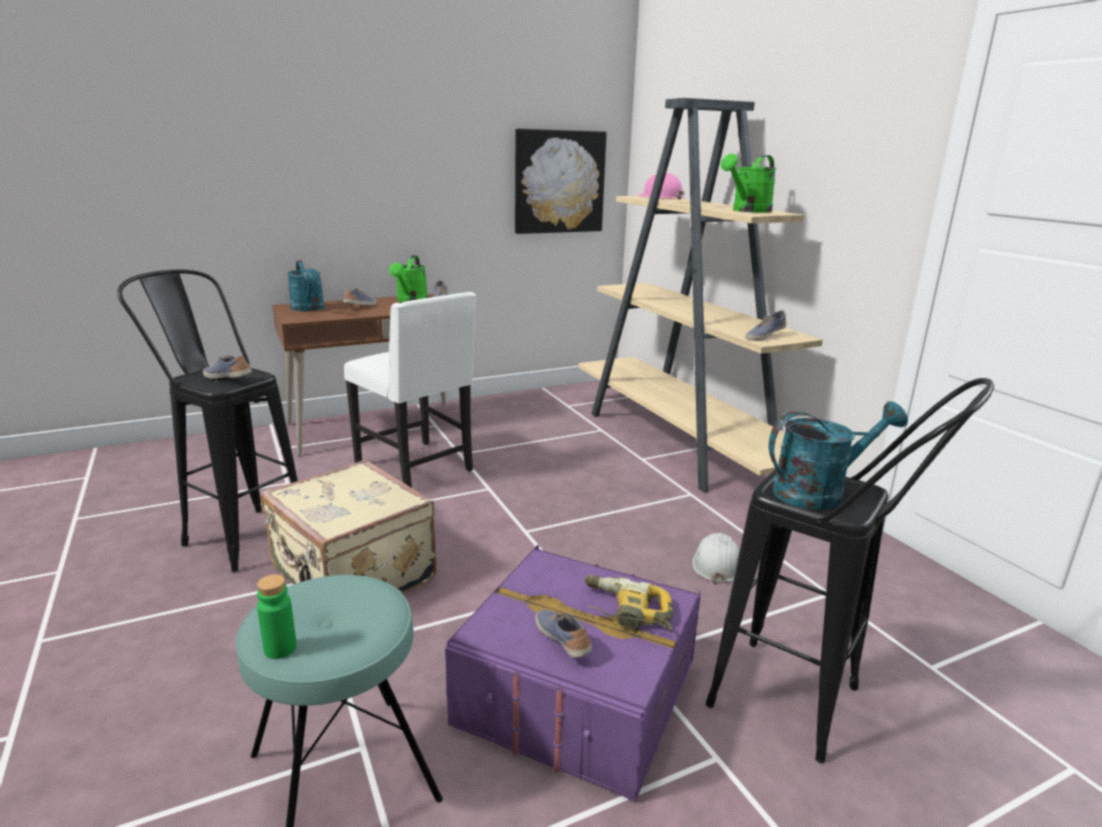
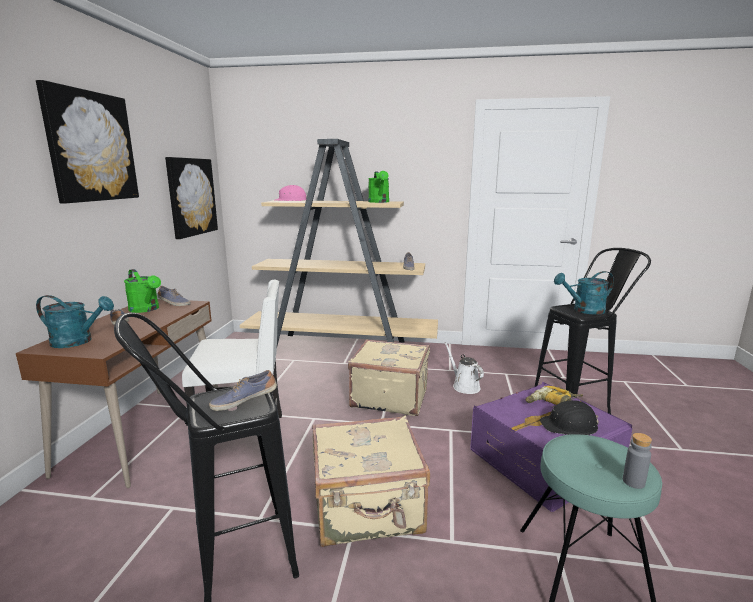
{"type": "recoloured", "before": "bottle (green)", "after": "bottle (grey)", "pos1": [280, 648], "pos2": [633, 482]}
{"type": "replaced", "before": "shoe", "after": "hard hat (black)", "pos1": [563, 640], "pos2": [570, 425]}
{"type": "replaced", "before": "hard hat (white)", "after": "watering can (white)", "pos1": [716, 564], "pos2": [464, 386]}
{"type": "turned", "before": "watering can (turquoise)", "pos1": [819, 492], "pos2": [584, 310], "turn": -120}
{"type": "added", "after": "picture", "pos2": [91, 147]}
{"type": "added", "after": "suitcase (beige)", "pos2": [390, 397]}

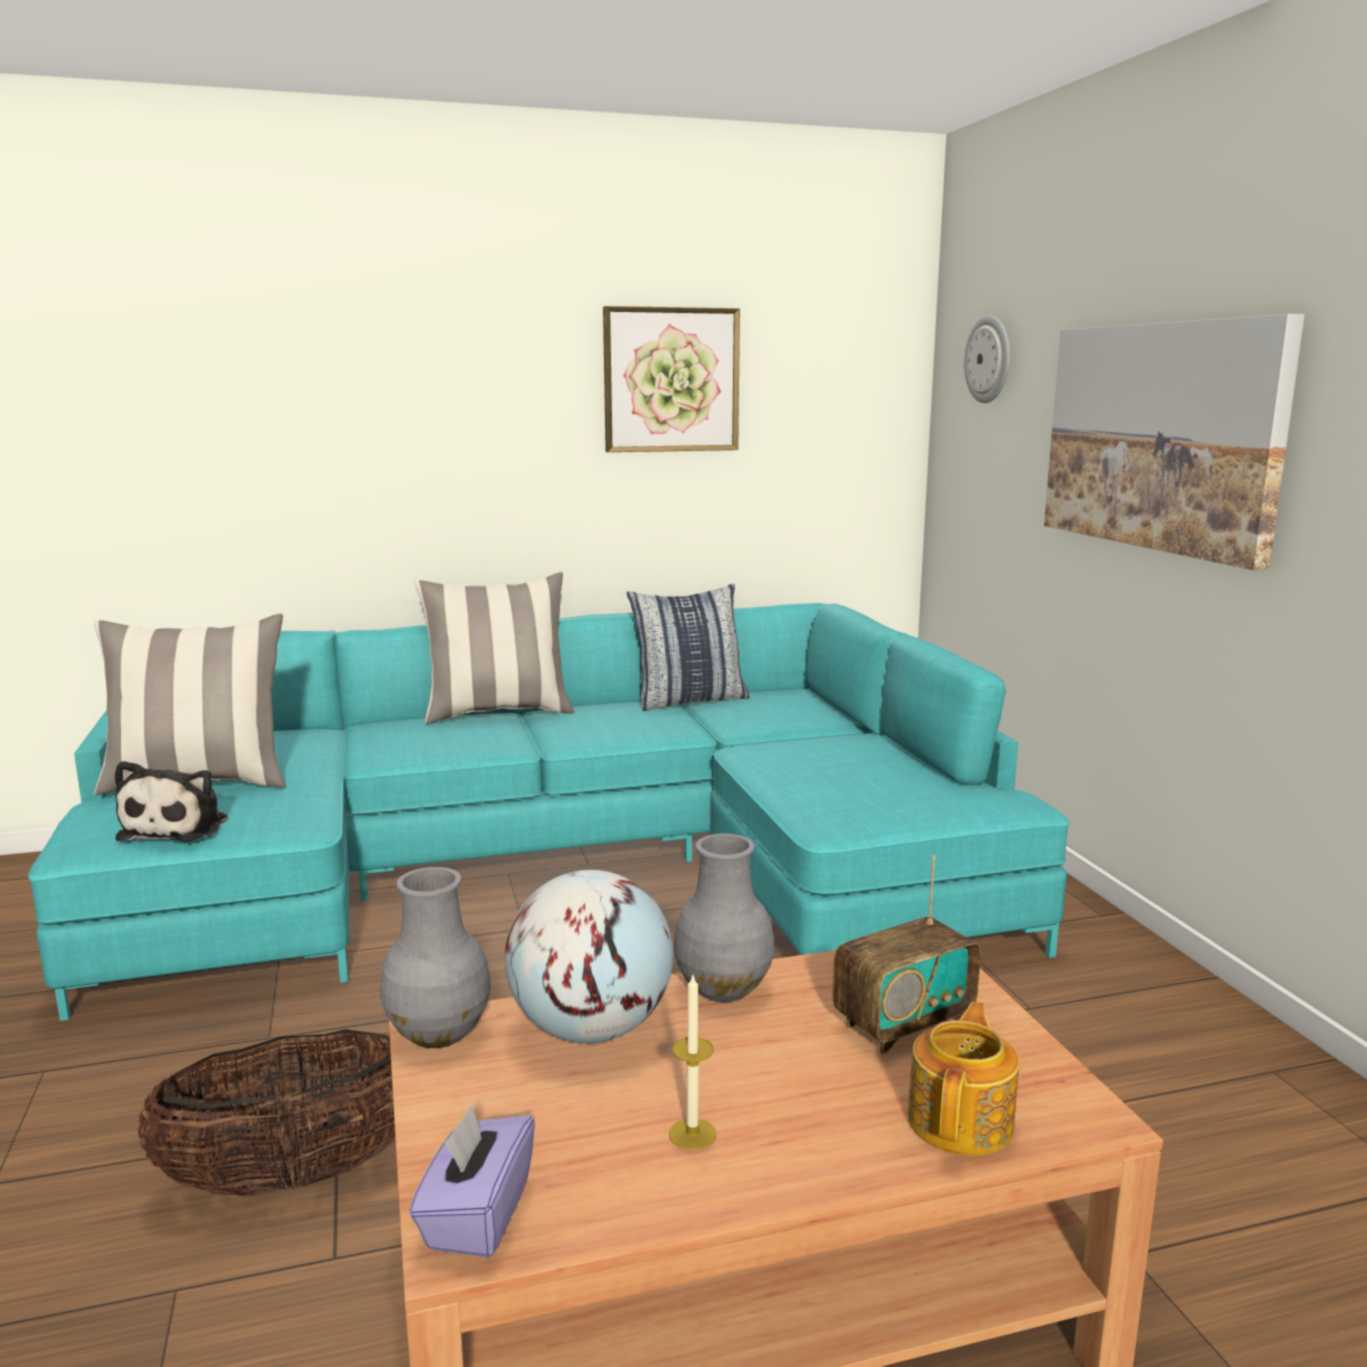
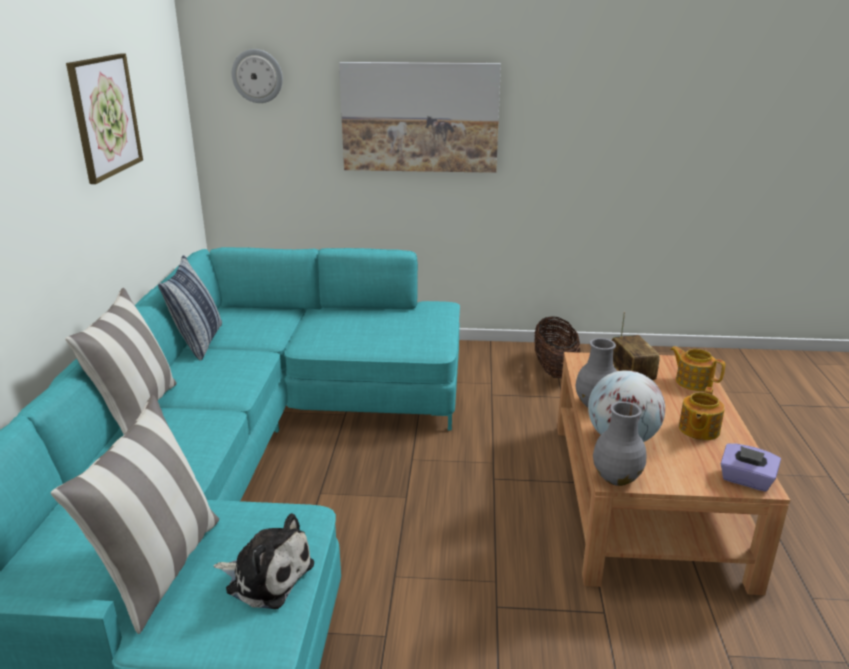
{"type": "moved", "before": "basket", "pos1": [294, 1175], "pos2": [554, 369]}
{"type": "replaced", "before": "candle", "after": "teapot", "pos1": [692, 1134], "pos2": [698, 430]}

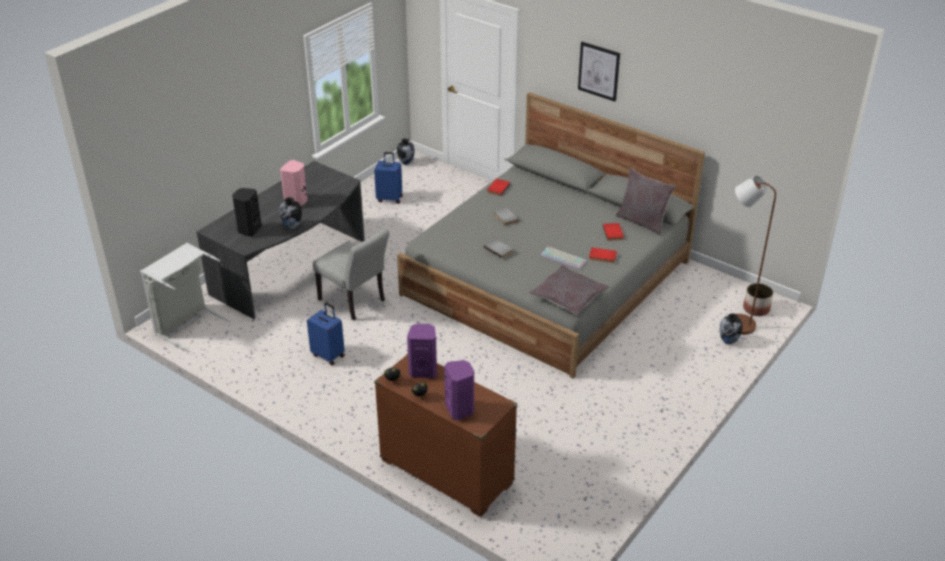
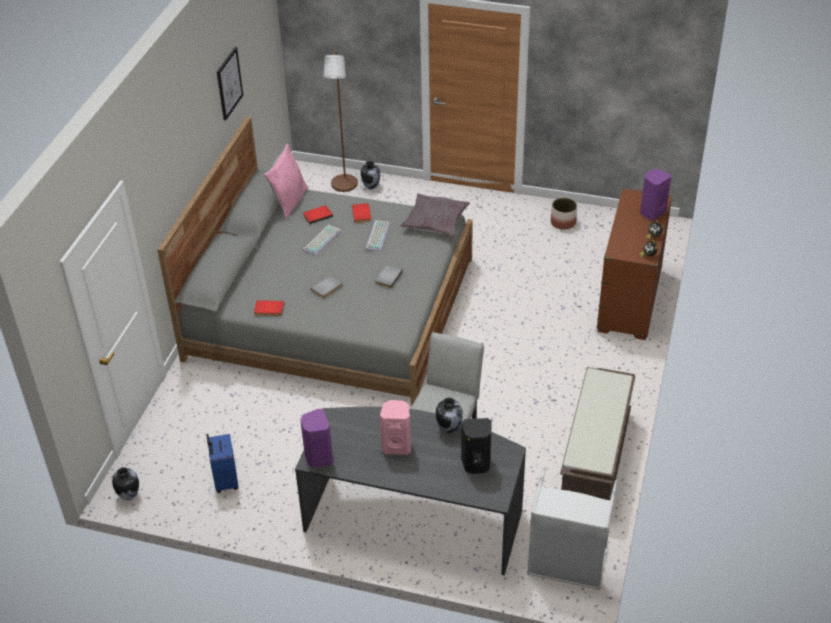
{"type": "removed", "before": "suitcase (blue)", "pos1": [328, 355]}
{"type": "moved", "before": "speaker (purple)", "pos1": [423, 370], "pos2": [318, 457]}
{"type": "moved", "before": "picture", "pos1": [599, 71], "pos2": [229, 83]}
{"type": "recoloured", "before": "pillow (grey)", "after": "pillow (pink)", "pos1": [642, 222], "pos2": [289, 202]}
{"type": "moved", "before": "planter", "pos1": [756, 309], "pos2": [563, 222]}
{"type": "added", "after": "keyboard", "pos2": [321, 240]}
{"type": "added", "after": "bench (brown)", "pos2": [595, 461]}

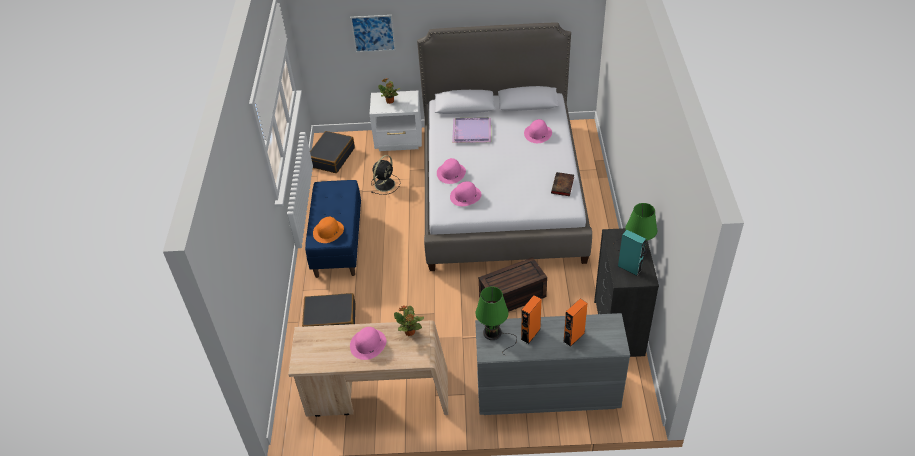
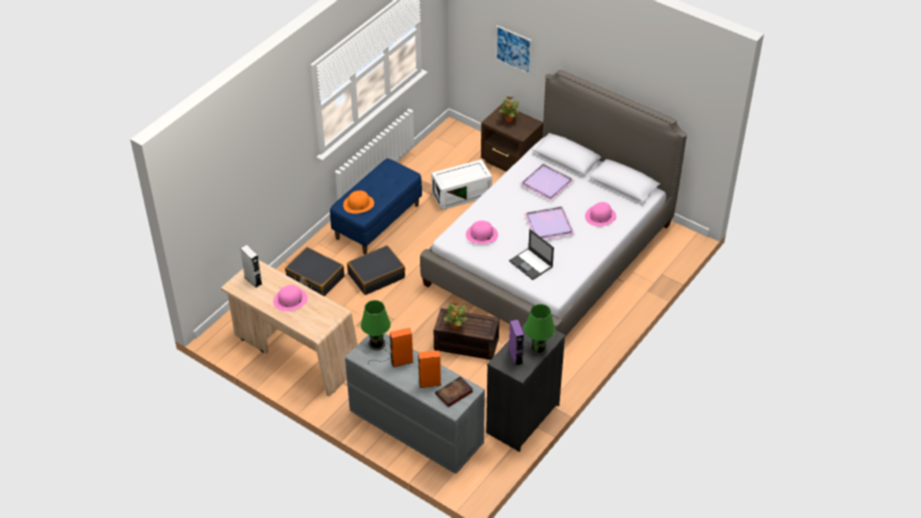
{"type": "moved", "before": "suitcase (black)", "pos1": [331, 157], "pos2": [376, 275]}
{"type": "recoloured", "before": "nightstand (white)", "after": "nightstand (brown)", "pos1": [399, 141], "pos2": [511, 162]}
{"type": "replaced", "before": "fan (black)", "after": "storage box (white)", "pos1": [385, 184], "pos2": [462, 193]}
{"type": "moved", "before": "potted plant", "pos1": [410, 332], "pos2": [455, 326]}
{"type": "removed", "before": "hat (pink)", "pos1": [451, 173]}
{"type": "moved", "before": "book", "pos1": [562, 186], "pos2": [453, 394]}
{"type": "recoloured", "before": "speaker (turquoise)", "after": "speaker (purple)", "pos1": [629, 268], "pos2": [515, 357]}
{"type": "added", "after": "speaker (grey)", "pos2": [253, 280]}
{"type": "added", "after": "laptop", "pos2": [531, 264]}
{"type": "added", "after": "tray (purple)", "pos2": [549, 224]}

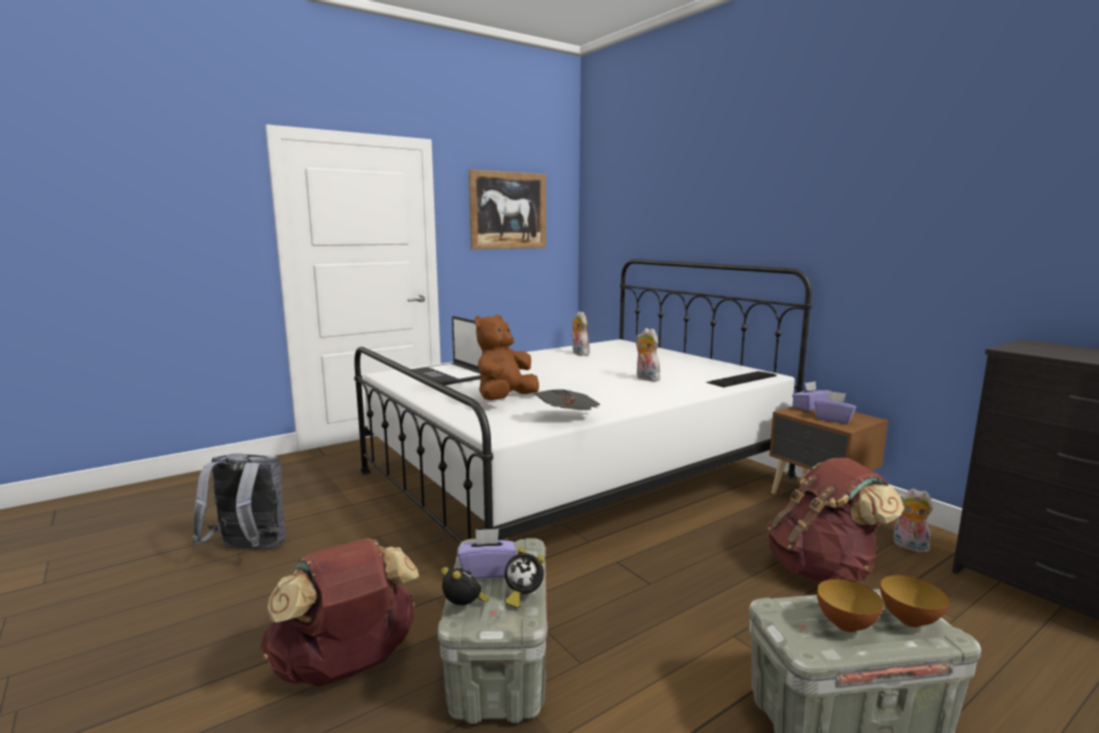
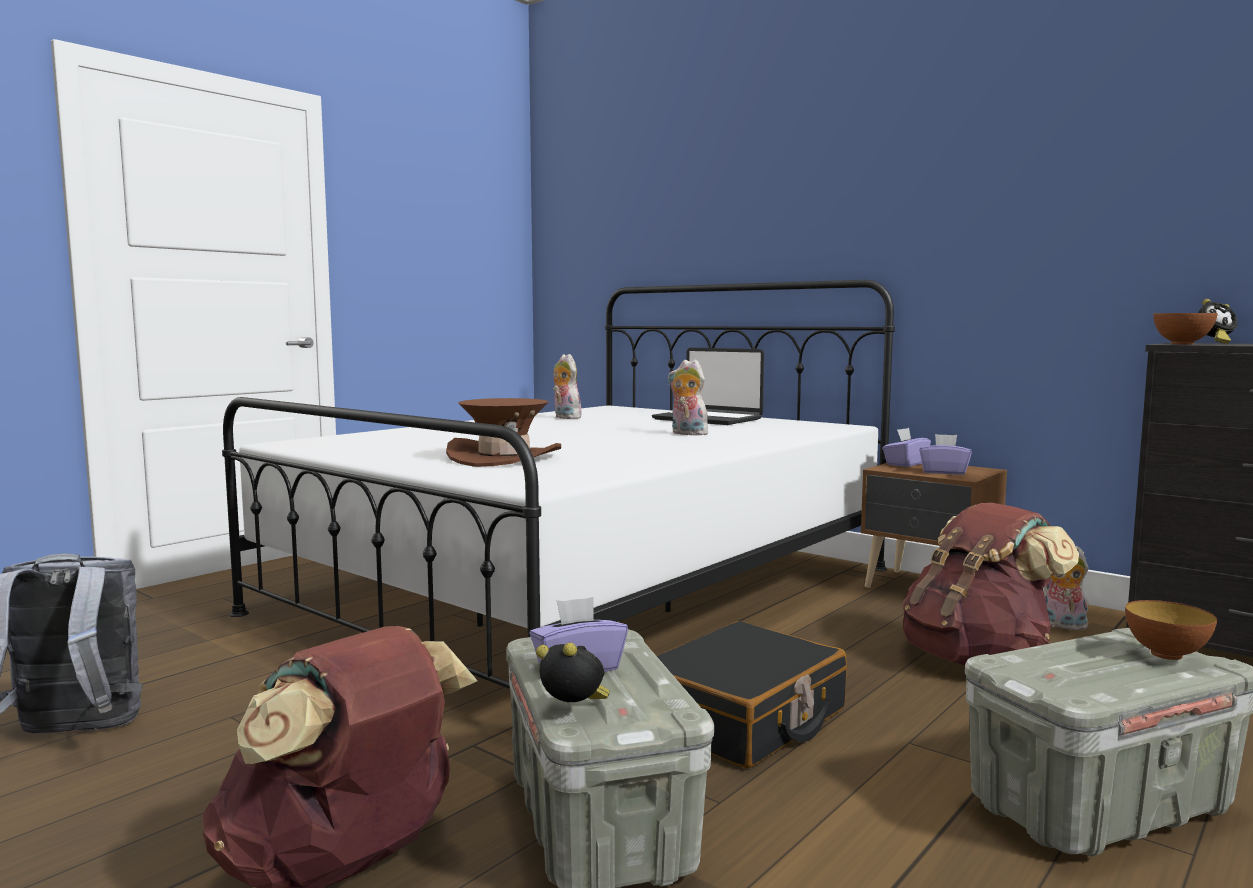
{"type": "moved", "before": "laptop", "pos1": [451, 375], "pos2": [708, 419]}
{"type": "removed", "before": "picture", "pos1": [508, 210]}
{"type": "replaced", "before": "plush toy (brown)", "after": "hat (brown)", "pos1": [505, 399], "pos2": [504, 458]}
{"type": "moved", "before": "alarm clock", "pos1": [522, 596], "pos2": [1214, 343]}
{"type": "removed", "before": "newspaper", "pos1": [568, 418]}
{"type": "removed", "before": "keyboard", "pos1": [742, 379]}
{"type": "moved", "before": "bowl", "pos1": [845, 625], "pos2": [1182, 344]}
{"type": "added", "after": "suitcase (black)", "pos2": [743, 718]}

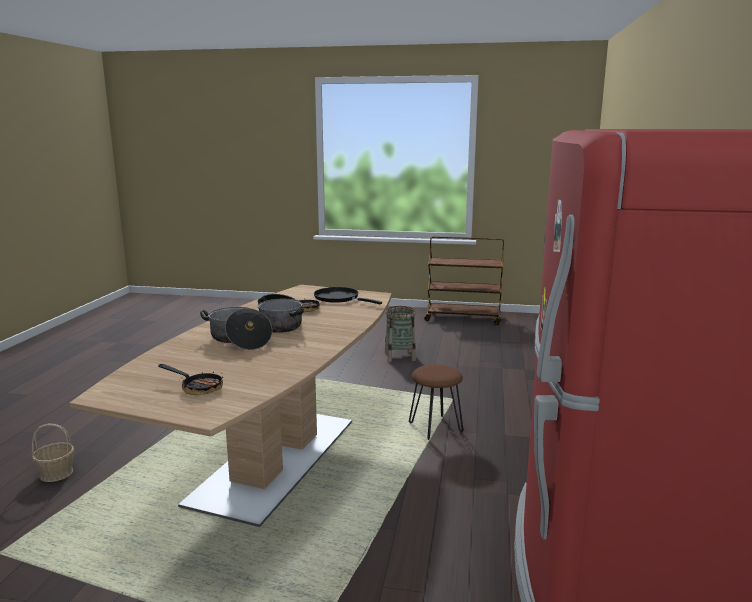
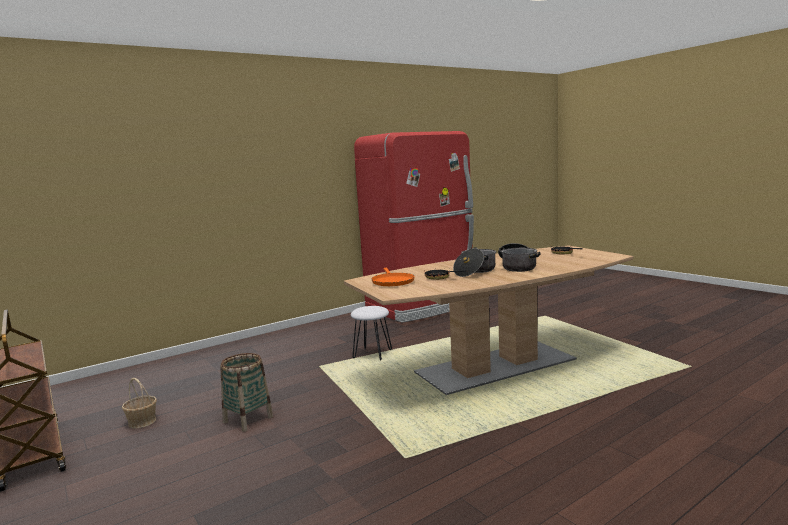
{"type": "moved", "before": "basket", "pos1": [56, 473], "pos2": [142, 422]}
{"type": "recoloured", "before": "frying pan (black)", "after": "frying pan (orange)", "pos1": [339, 298], "pos2": [392, 281]}
{"type": "recoloured", "before": "stool (brown)", "after": "stool (white)", "pos1": [435, 428], "pos2": [372, 354]}

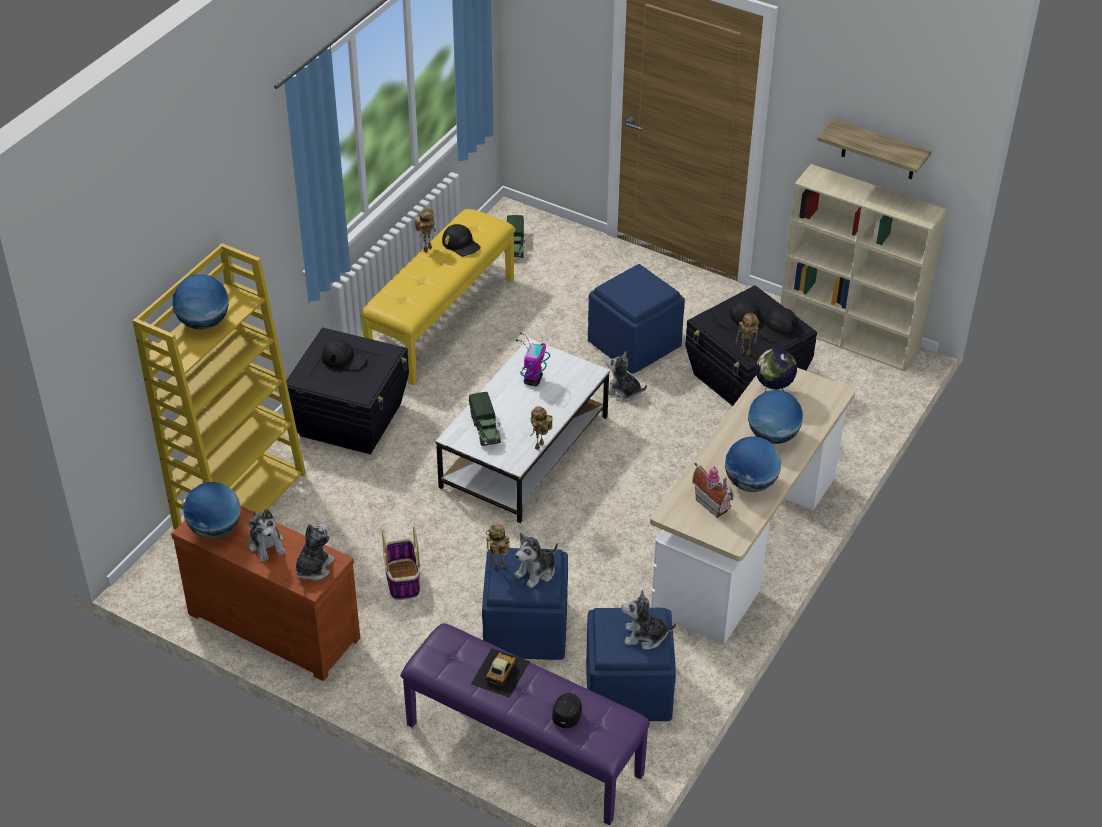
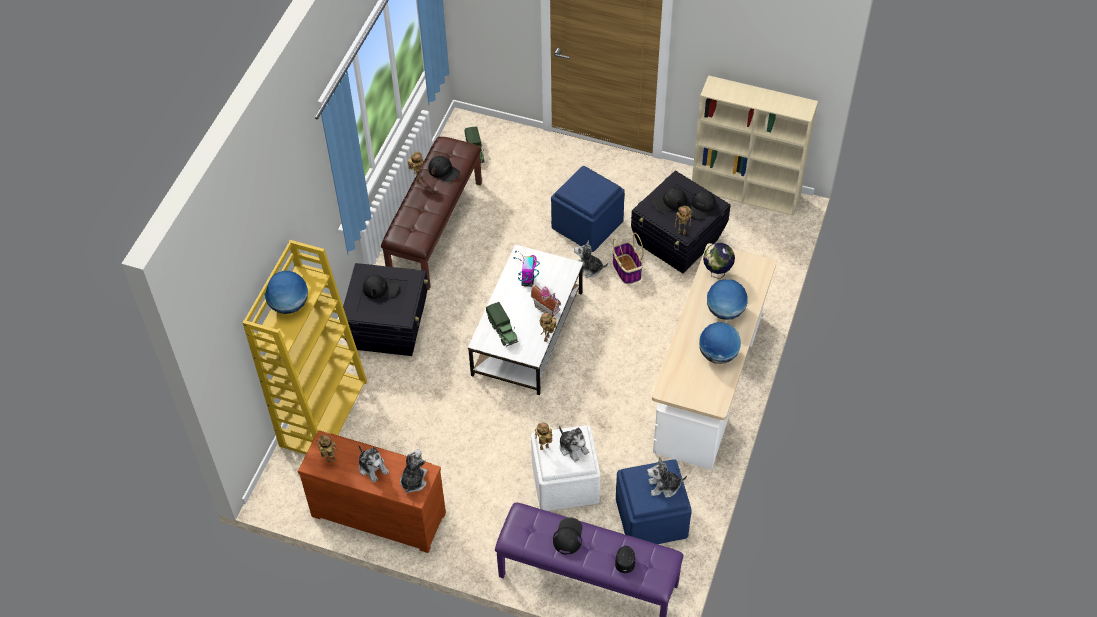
{"type": "replaced", "before": "globe", "after": "toy robot", "pos1": [215, 529], "pos2": [330, 461]}
{"type": "recoloured", "before": "bench (yellow)", "after": "bench (brown)", "pos1": [441, 320], "pos2": [435, 229]}
{"type": "moved", "before": "basket", "pos1": [402, 579], "pos2": [626, 269]}
{"type": "replaced", "before": "toy car", "after": "cap (black)", "pos1": [500, 672], "pos2": [568, 536]}
{"type": "recoloured", "before": "ottoman (blue)", "after": "ottoman (white)", "pos1": [524, 629], "pos2": [564, 483]}
{"type": "turned", "before": "plush toy", "pos1": [536, 572], "pos2": [573, 448], "turn": -75}
{"type": "moved", "before": "toy house", "pos1": [713, 503], "pos2": [547, 308]}
{"type": "removed", "before": "shelf", "pos1": [879, 150]}

